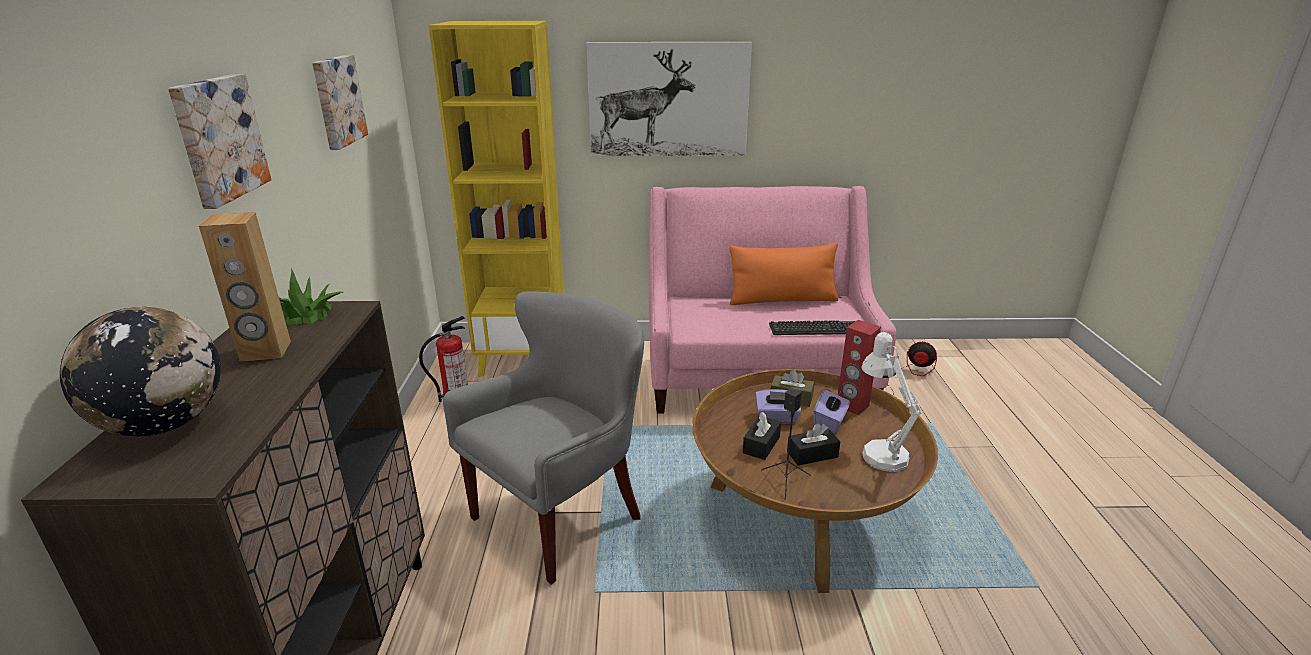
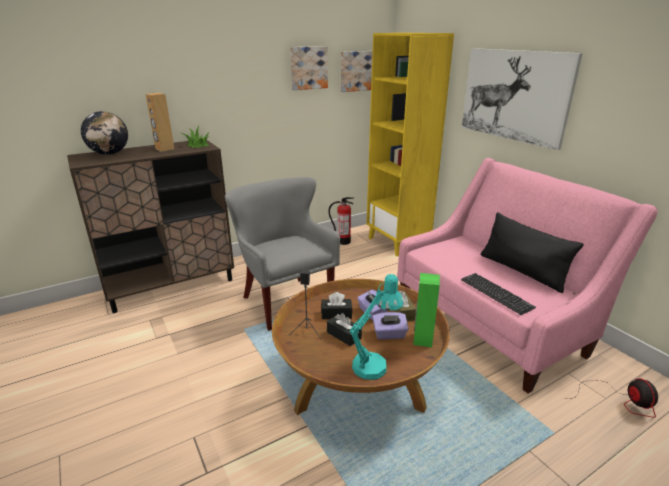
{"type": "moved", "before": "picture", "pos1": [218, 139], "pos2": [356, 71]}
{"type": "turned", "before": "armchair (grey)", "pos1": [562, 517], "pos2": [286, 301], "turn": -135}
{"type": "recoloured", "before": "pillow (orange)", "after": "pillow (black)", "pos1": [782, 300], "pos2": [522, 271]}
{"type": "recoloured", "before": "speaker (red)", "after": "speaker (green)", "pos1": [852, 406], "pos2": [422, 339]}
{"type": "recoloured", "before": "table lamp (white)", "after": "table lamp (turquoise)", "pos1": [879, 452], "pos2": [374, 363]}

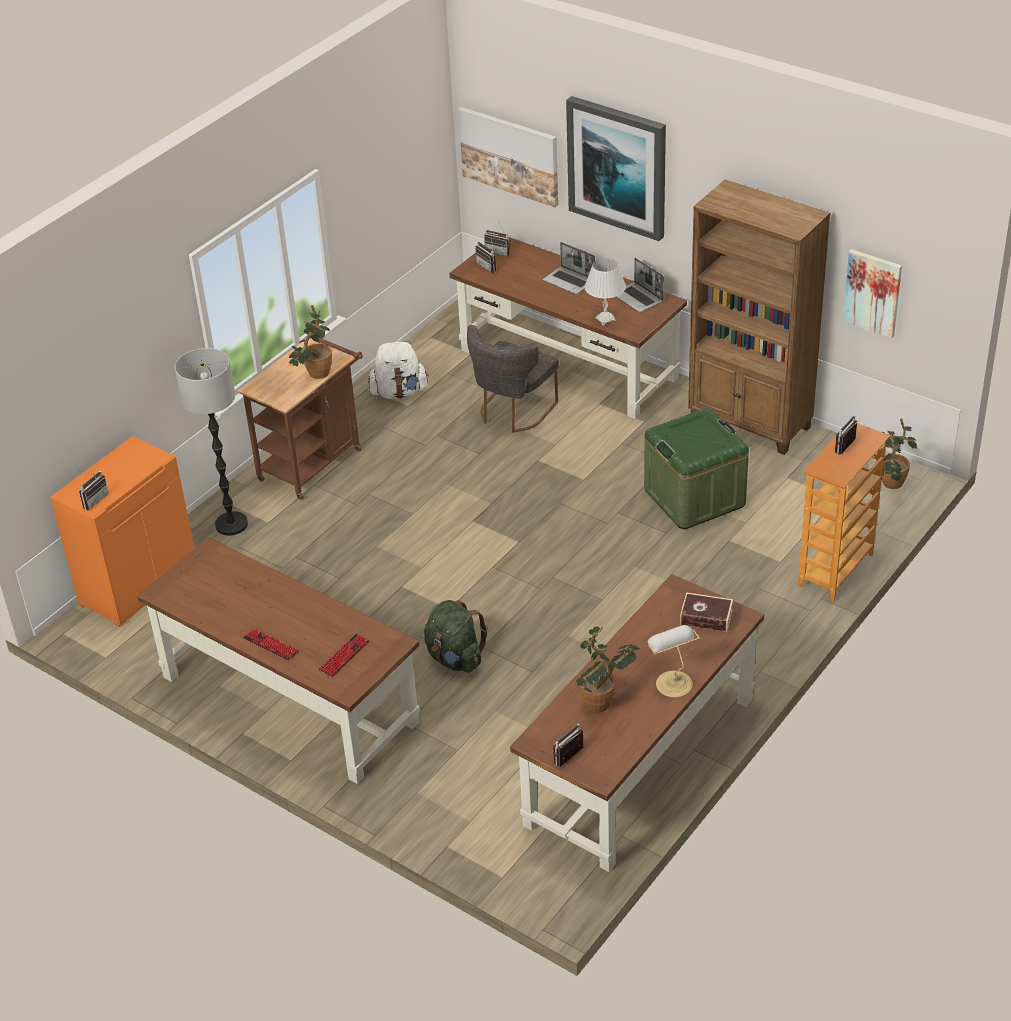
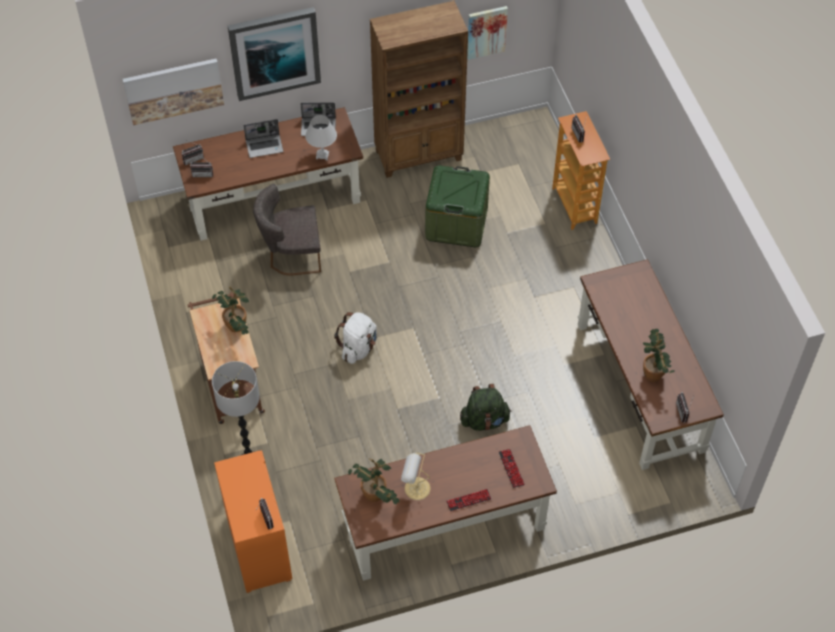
{"type": "moved", "before": "backpack (white)", "pos1": [399, 392], "pos2": [358, 348]}
{"type": "turned", "before": "chair (grey)", "pos1": [512, 412], "pos2": [291, 255], "turn": 105}
{"type": "moved", "before": "table lamp", "pos1": [673, 682], "pos2": [415, 488]}
{"type": "removed", "before": "book", "pos1": [706, 617]}
{"type": "moved", "before": "potted plant", "pos1": [891, 486], "pos2": [376, 498]}

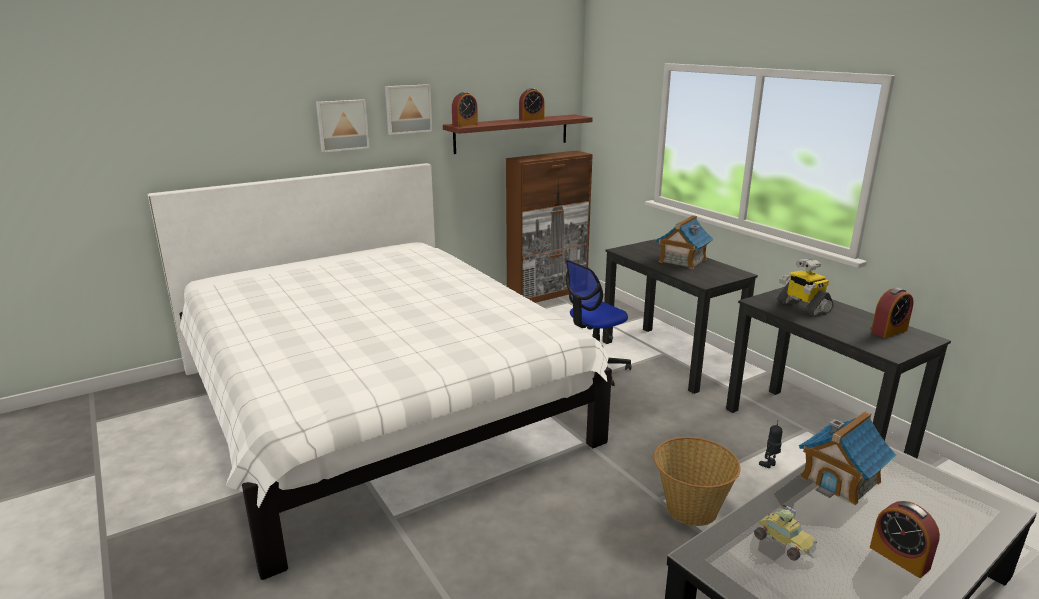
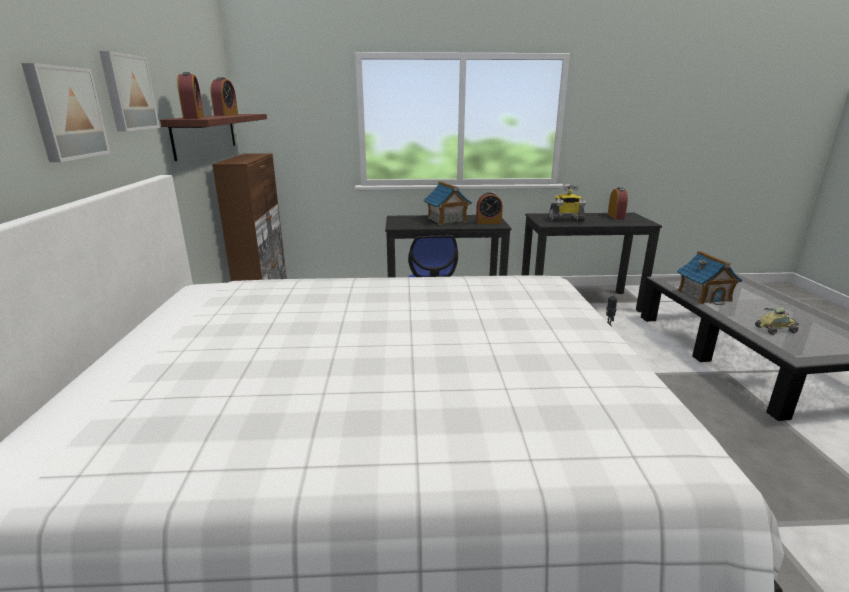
{"type": "removed", "before": "basket", "pos1": [690, 509]}
{"type": "moved", "before": "alarm clock", "pos1": [899, 557], "pos2": [488, 222]}

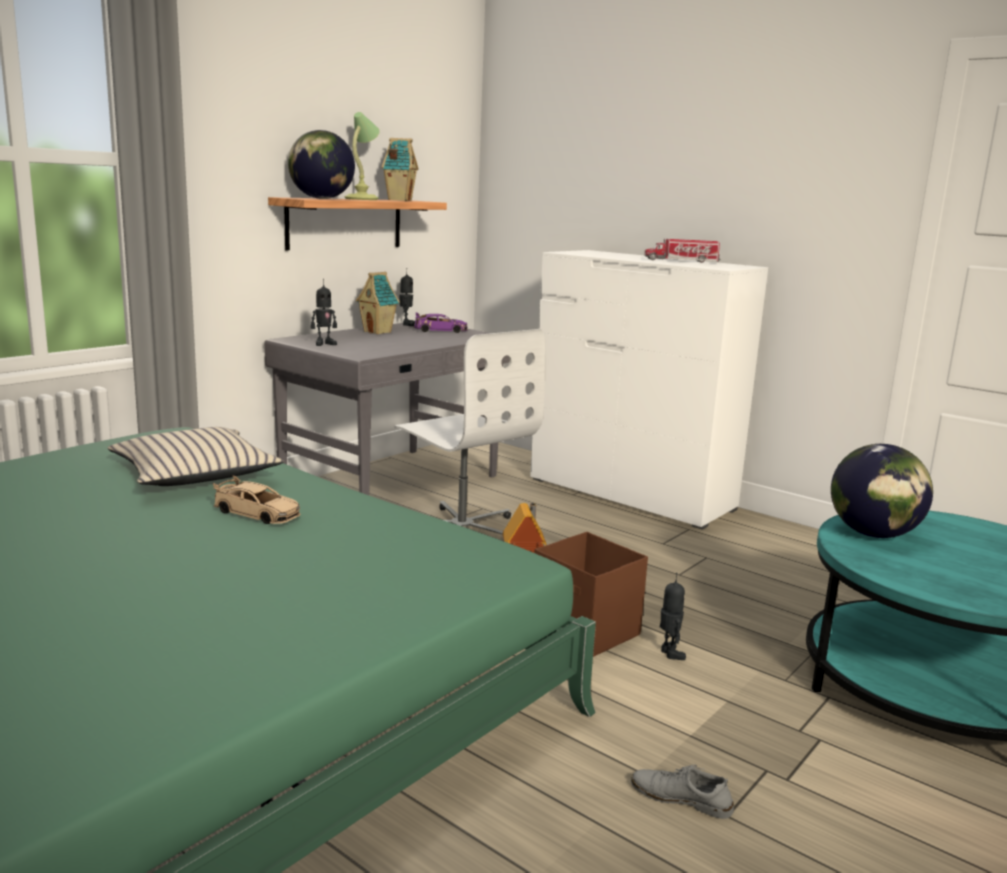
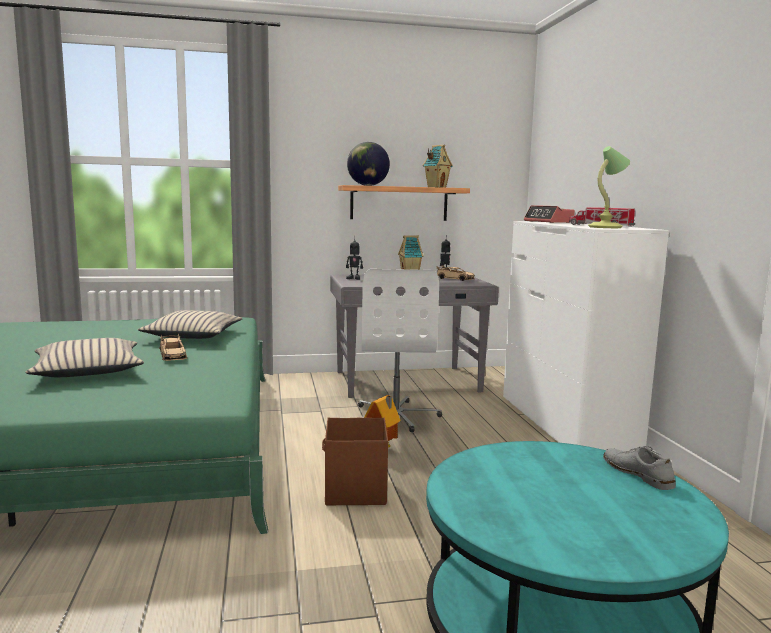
{"type": "moved", "before": "table lamp", "pos1": [362, 199], "pos2": [606, 227]}
{"type": "recoloured", "before": "toy car (purple)", "after": "toy car (beige)", "pos1": [440, 330], "pos2": [455, 279]}
{"type": "moved", "before": "shoe (grey)", "pos1": [681, 798], "pos2": [637, 474]}
{"type": "removed", "before": "toy robot", "pos1": [669, 653]}
{"type": "removed", "before": "globe", "pos1": [873, 534]}
{"type": "added", "after": "pillow (beige)", "pos2": [88, 370]}
{"type": "added", "after": "alarm clock", "pos2": [549, 222]}

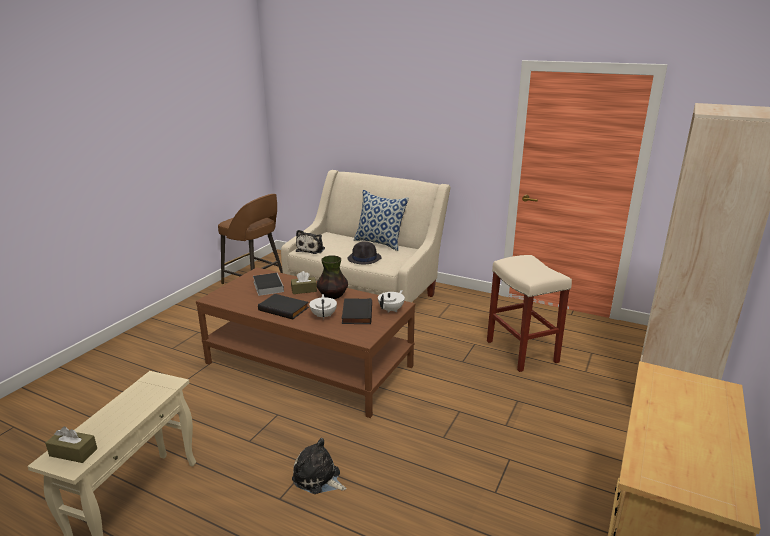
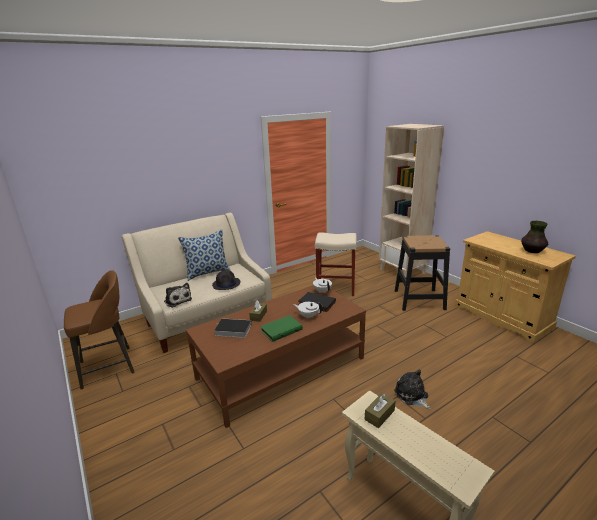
{"type": "moved", "before": "tissue box (brown)", "pos1": [73, 452], "pos2": [379, 415]}
{"type": "recoloured", "before": "book (black)", "after": "book (green)", "pos1": [284, 308], "pos2": [281, 329]}
{"type": "turned", "before": "plush toy", "pos1": [318, 478], "pos2": [412, 395], "turn": 90}
{"type": "moved", "before": "vase", "pos1": [333, 296], "pos2": [532, 251]}
{"type": "added", "after": "stool (black)", "pos2": [419, 299]}

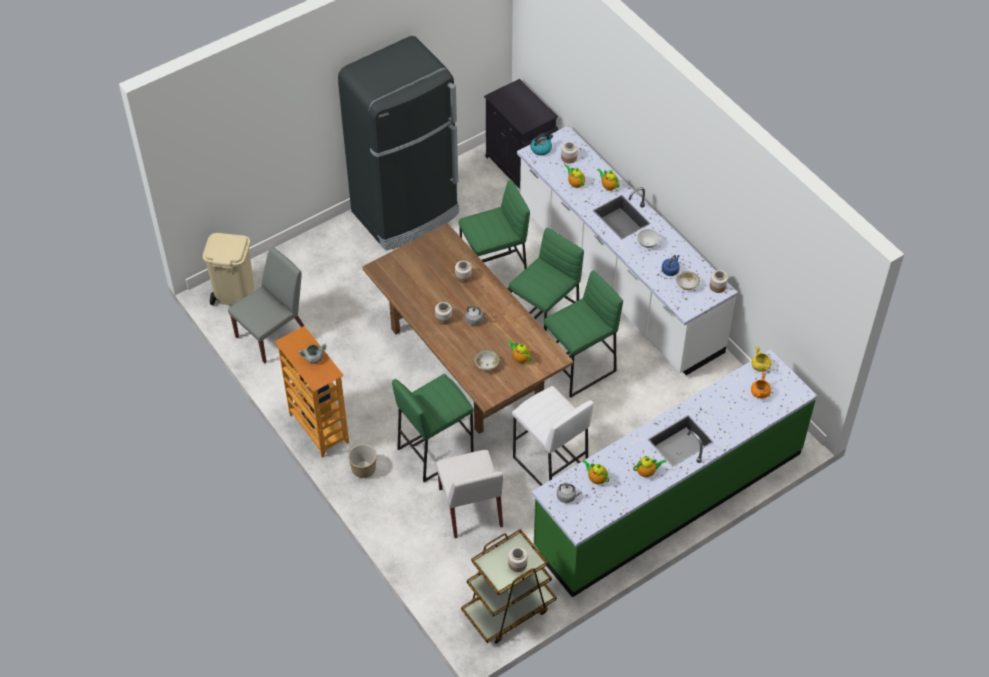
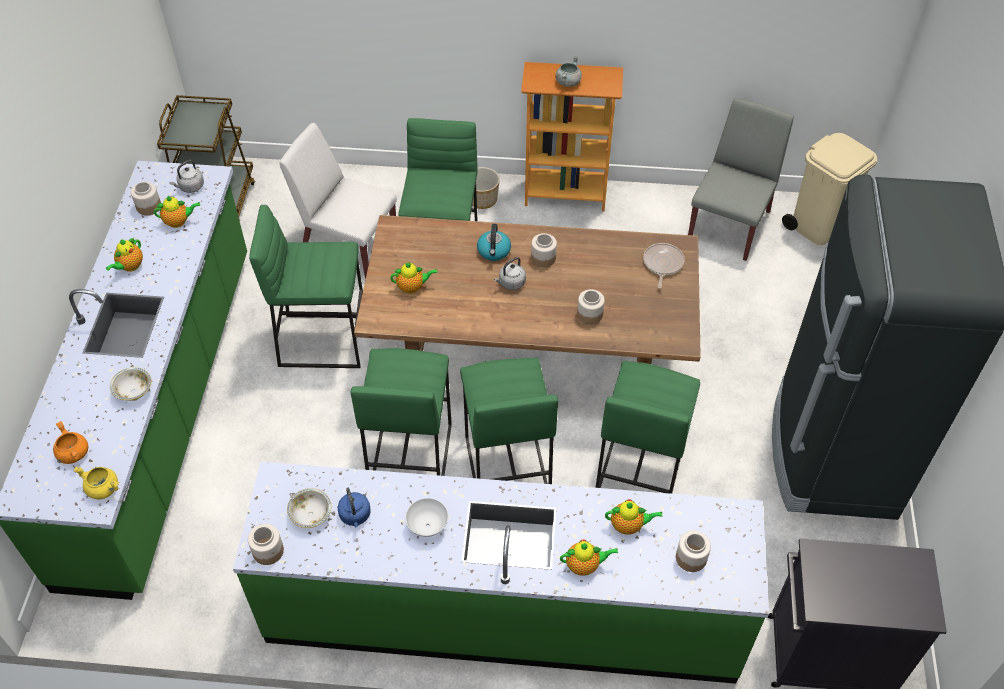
{"type": "turned", "before": "chair (grey)", "pos1": [272, 334], "pos2": [729, 225], "turn": -150}
{"type": "moved", "before": "bowl", "pos1": [487, 365], "pos2": [134, 391]}
{"type": "moved", "before": "jar", "pos1": [517, 563], "pos2": [148, 207]}
{"type": "recoloured", "before": "stool (white)", "after": "stool (green)", "pos1": [549, 464], "pos2": [323, 340]}
{"type": "recoloured", "before": "counter (white)", "after": "counter (green)", "pos1": [617, 280], "pos2": [503, 612]}
{"type": "moved", "before": "kettle", "pos1": [541, 149], "pos2": [494, 251]}
{"type": "added", "after": "frying pan", "pos2": [662, 264]}

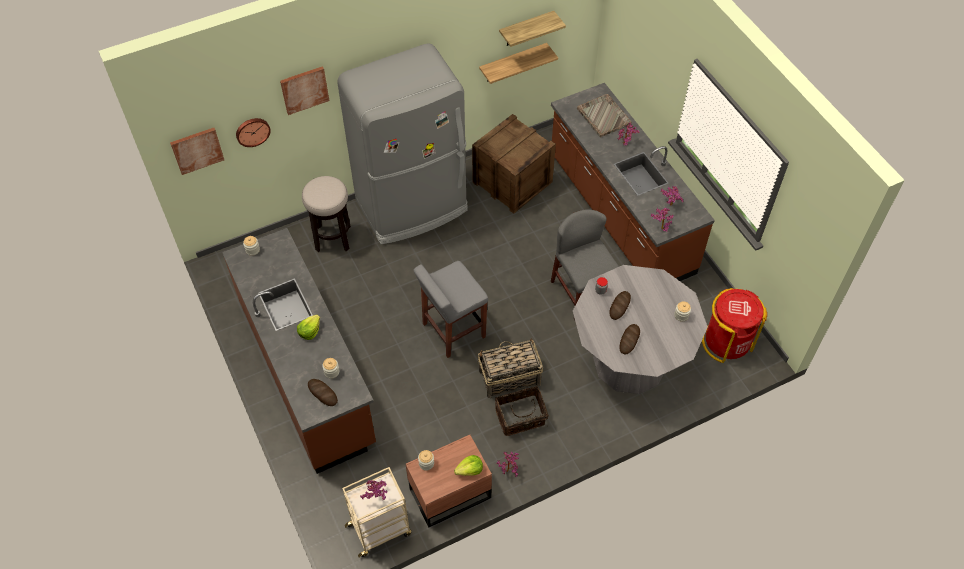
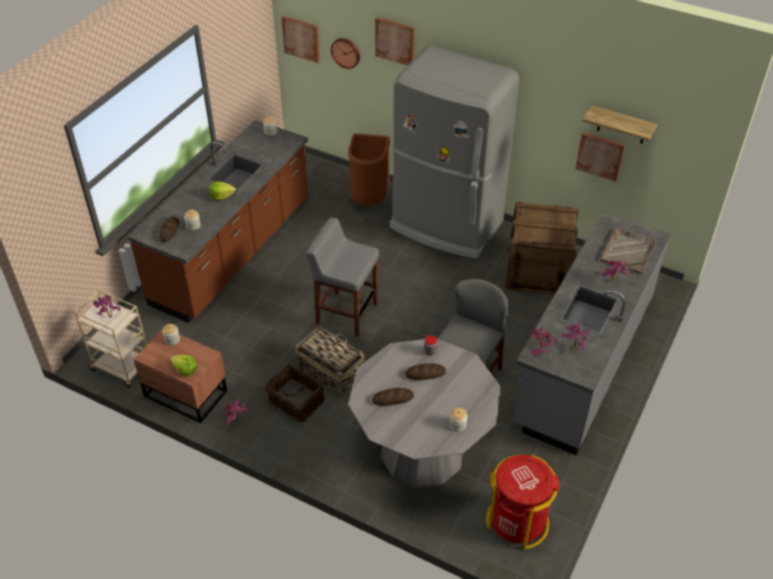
{"type": "replaced", "before": "stool", "after": "trash can (brown)", "pos1": [333, 238], "pos2": [369, 199]}
{"type": "replaced", "before": "shelf", "after": "picture", "pos1": [512, 63], "pos2": [600, 156]}
{"type": "recoloured", "before": "counter (brown)", "after": "counter (grey)", "pos1": [619, 214], "pos2": [583, 361]}

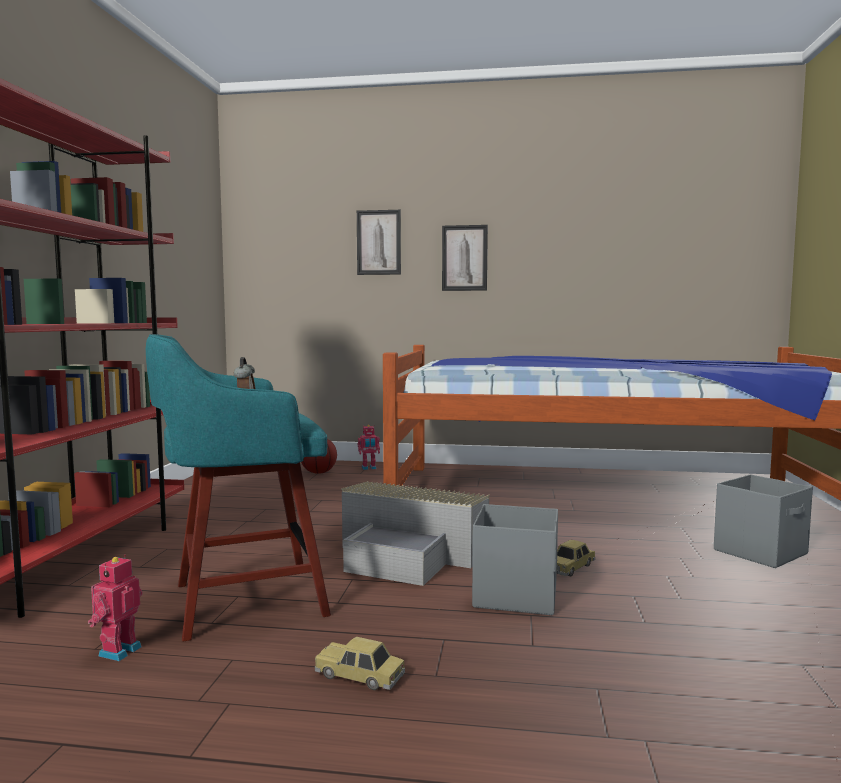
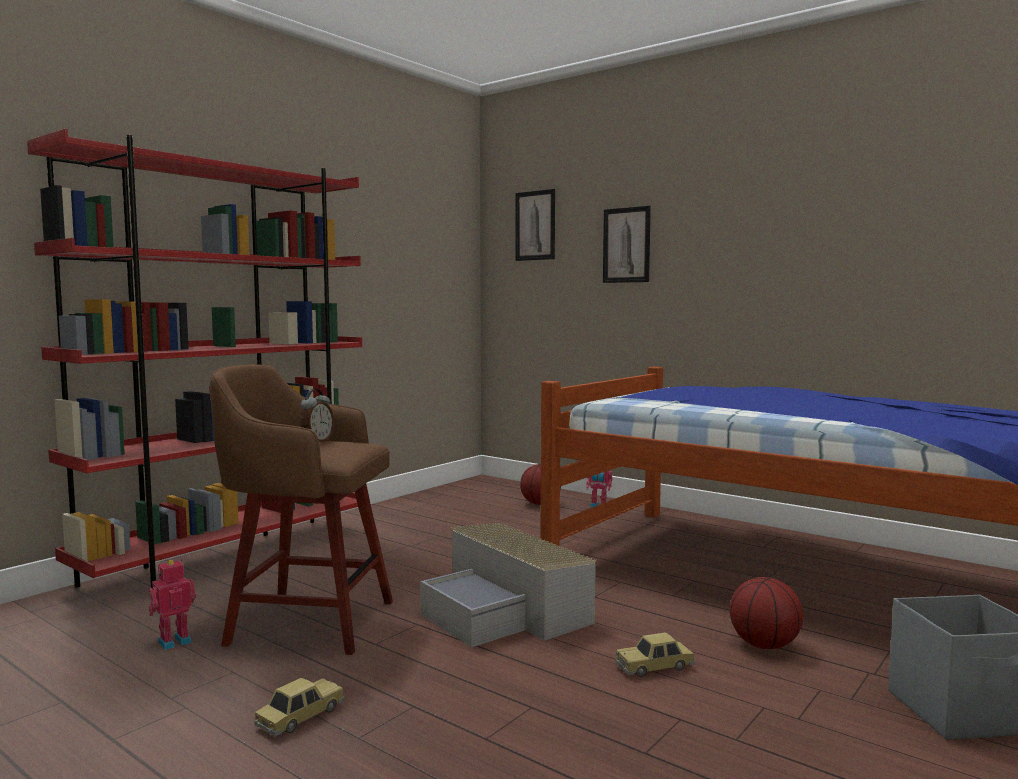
{"type": "recoloured", "before": "stool (turquoise)", "after": "stool (brown)", "pos1": [243, 600], "pos2": [307, 622]}
{"type": "turned", "before": "toy car", "pos1": [360, 676], "pos2": [300, 717], "turn": 75}
{"type": "moved", "before": "picture", "pos1": [464, 258], "pos2": [535, 225]}
{"type": "removed", "before": "storage box (grey)", "pos1": [514, 595]}
{"type": "added", "after": "basketball", "pos2": [763, 645]}

